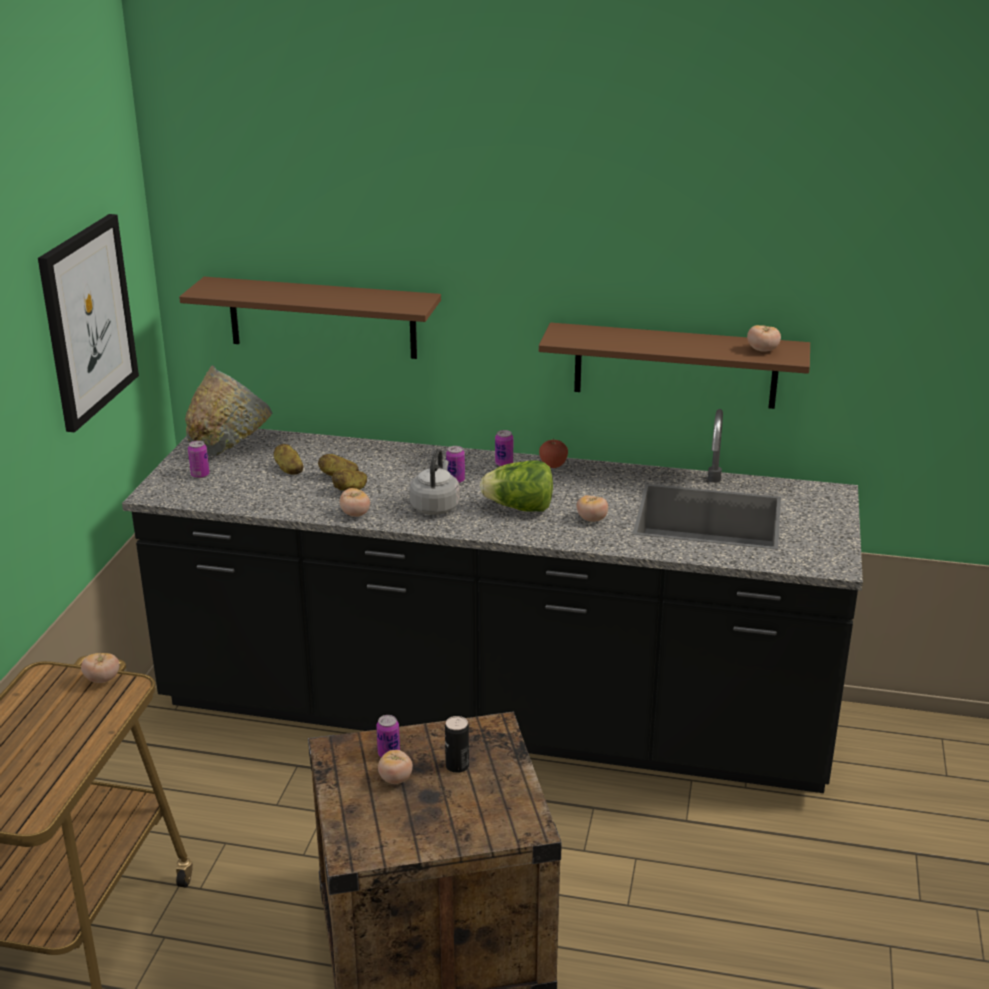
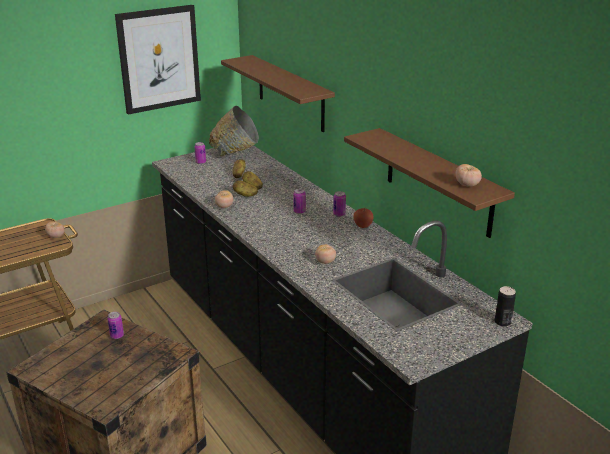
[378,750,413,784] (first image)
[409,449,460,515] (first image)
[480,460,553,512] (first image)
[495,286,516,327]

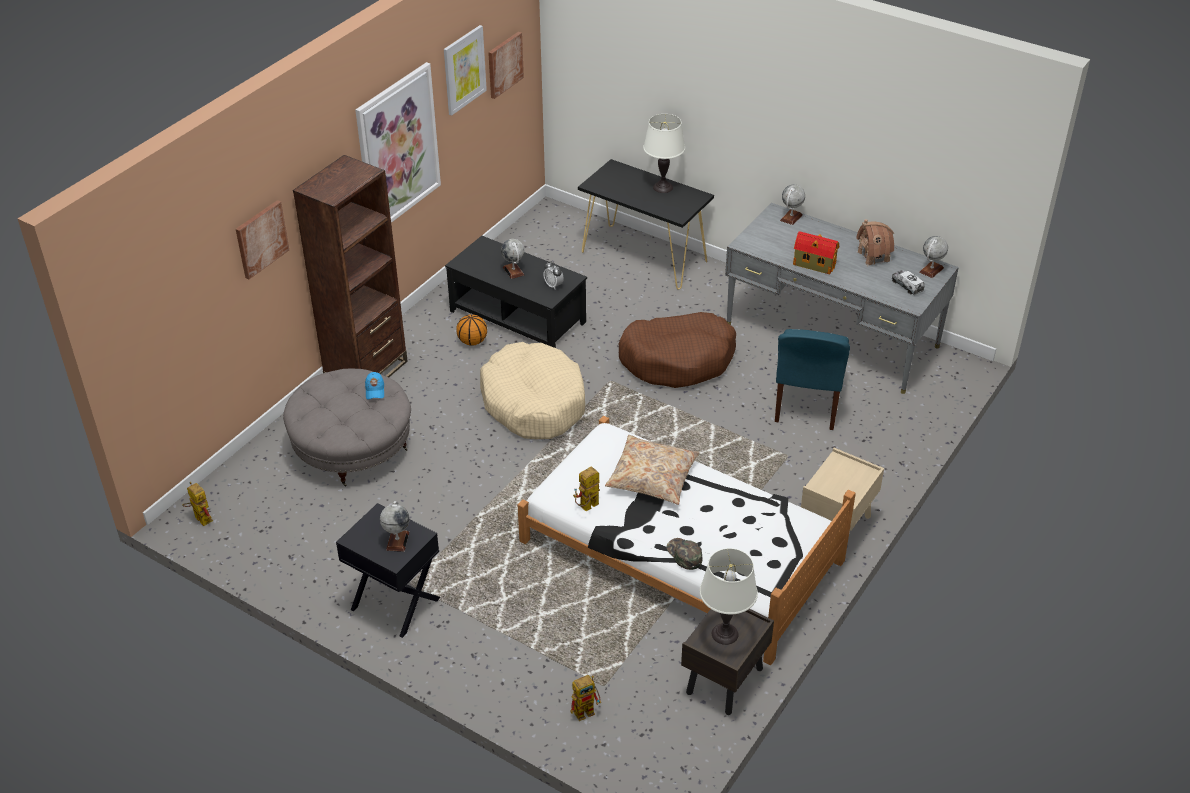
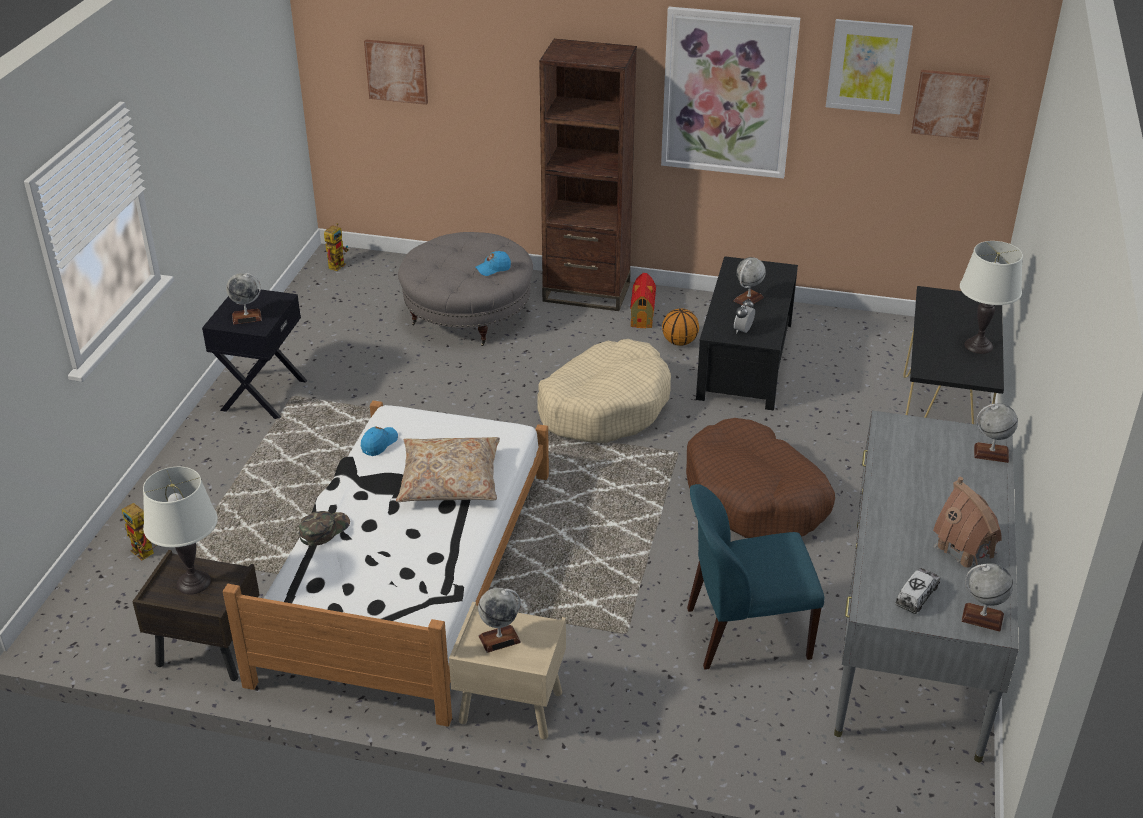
[478,588,521,653]
[364,39,428,105]
[630,273,656,328]
[361,427,398,456]

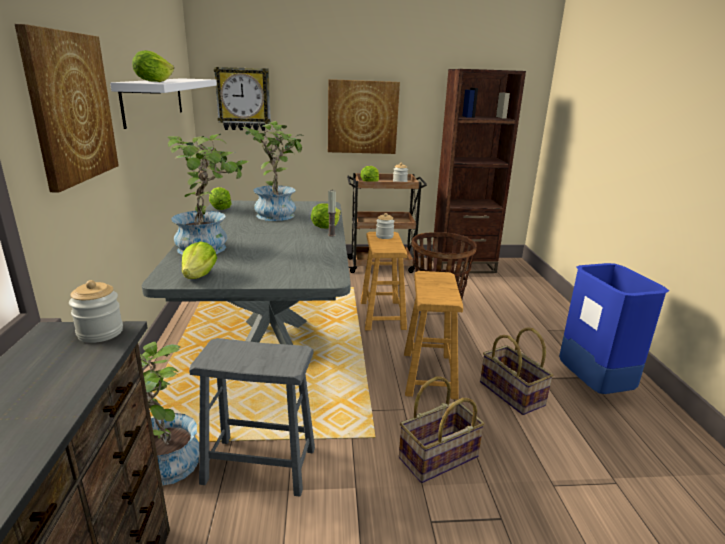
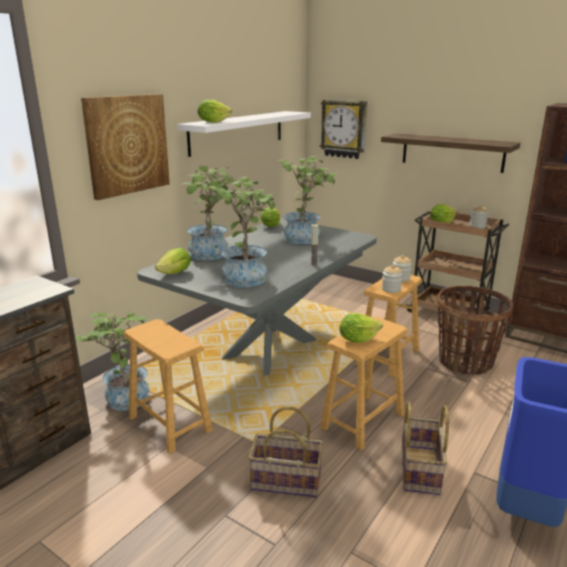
[208,176,275,287]
[382,265,403,293]
[340,313,383,343]
[381,133,520,173]
[123,319,213,454]

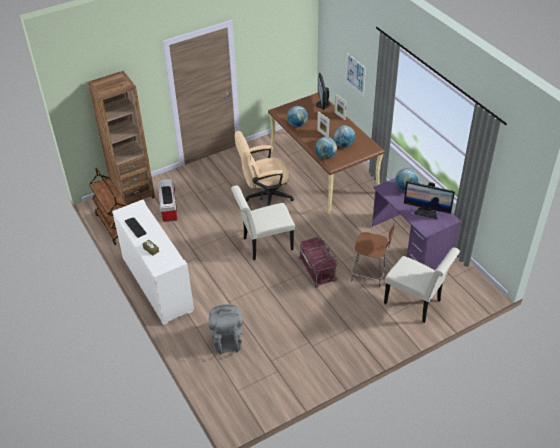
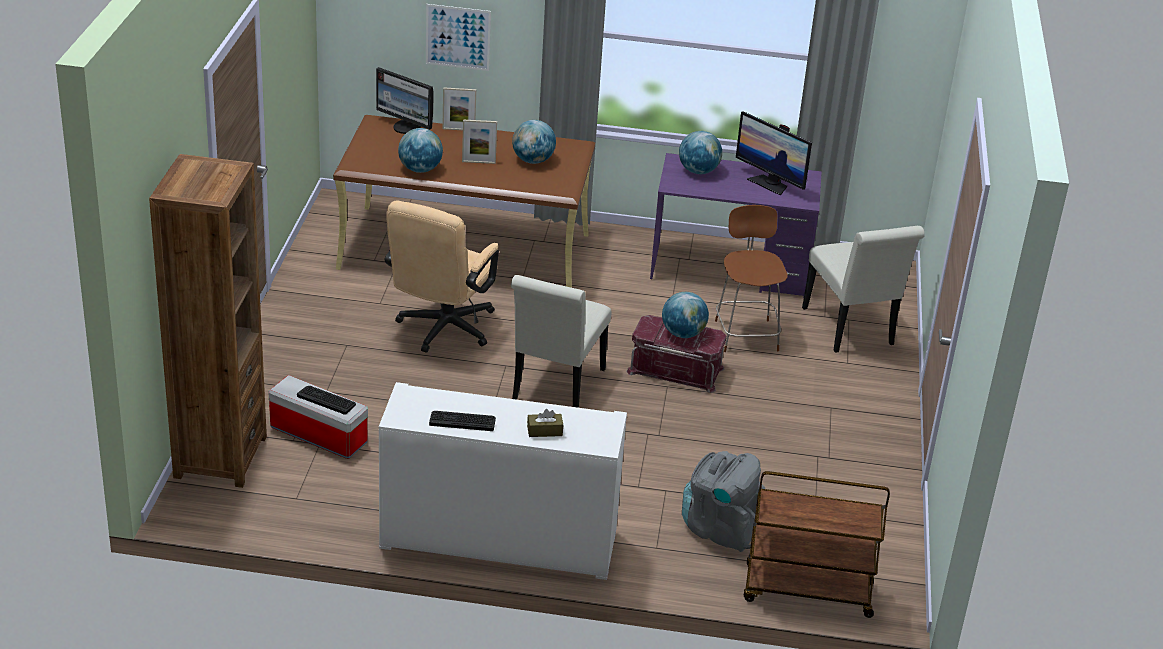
[744,471,890,618]
[662,292,709,338]
[715,205,788,352]
[802,226,925,353]
[736,111,812,196]

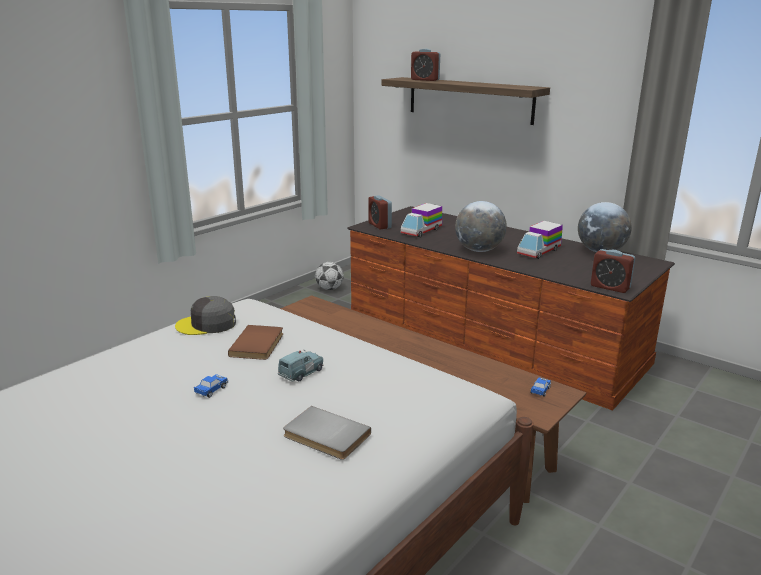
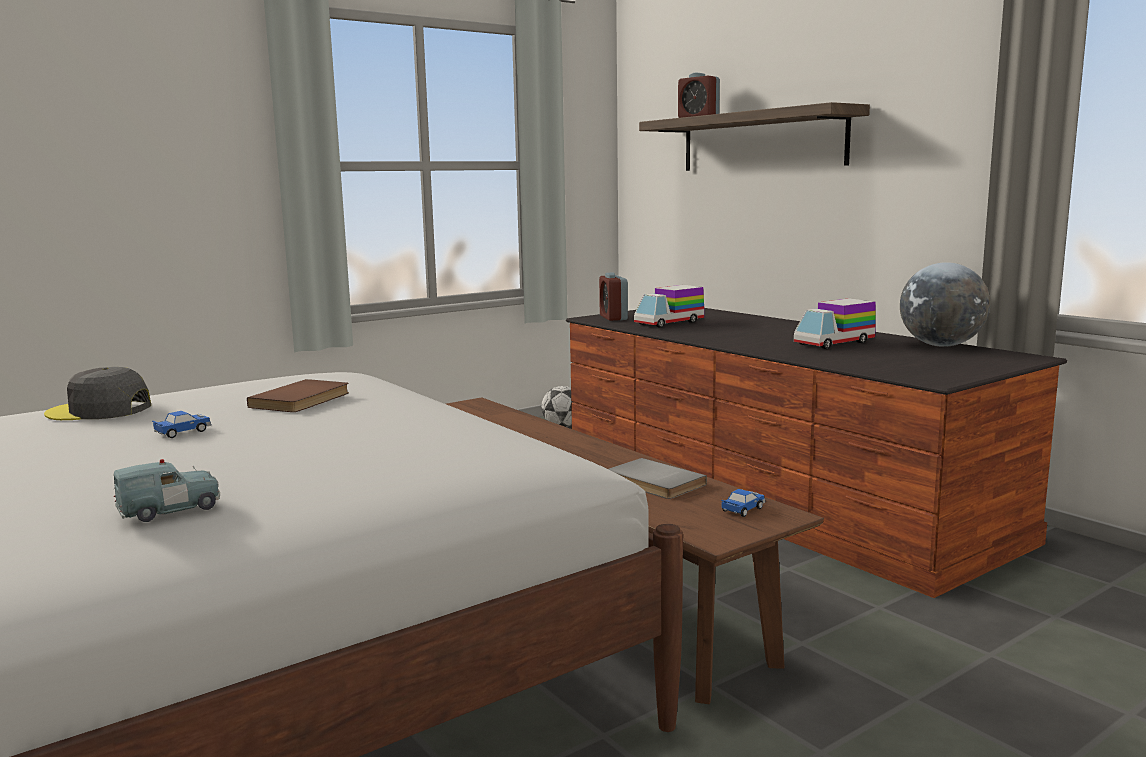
[455,201,507,252] (first image)
[591,249,635,293] (first image)
[44,367,152,420]
[114,459,220,522]
[608,458,707,499]

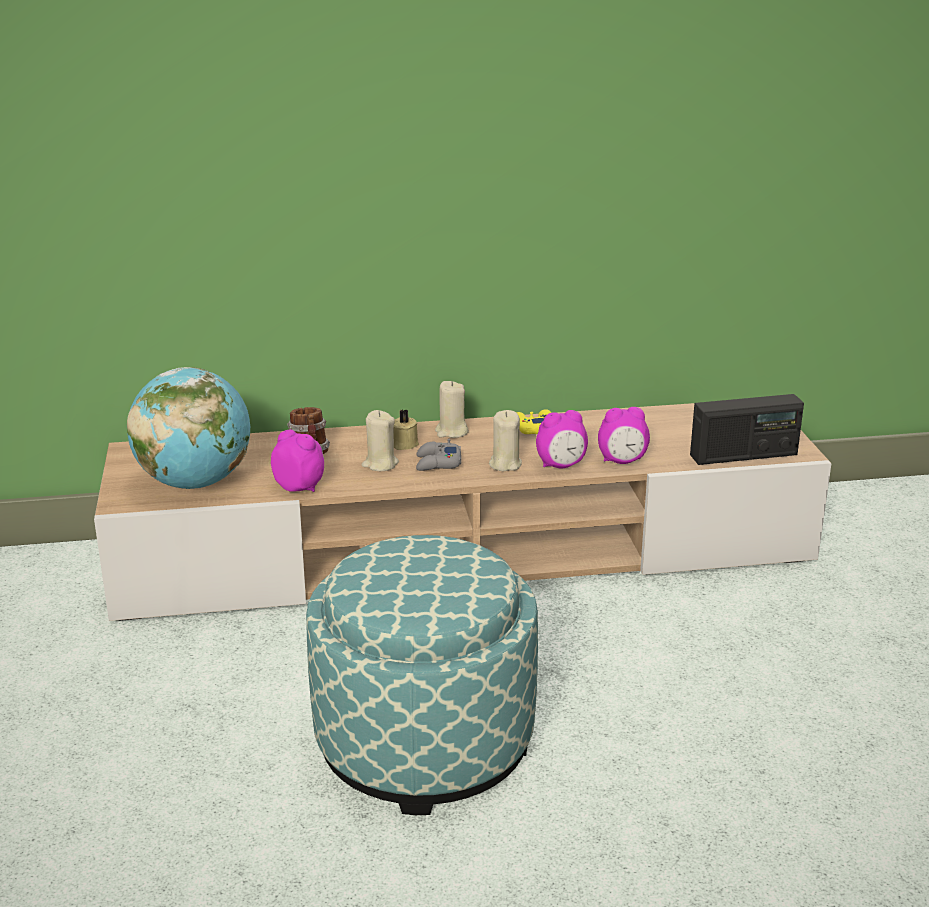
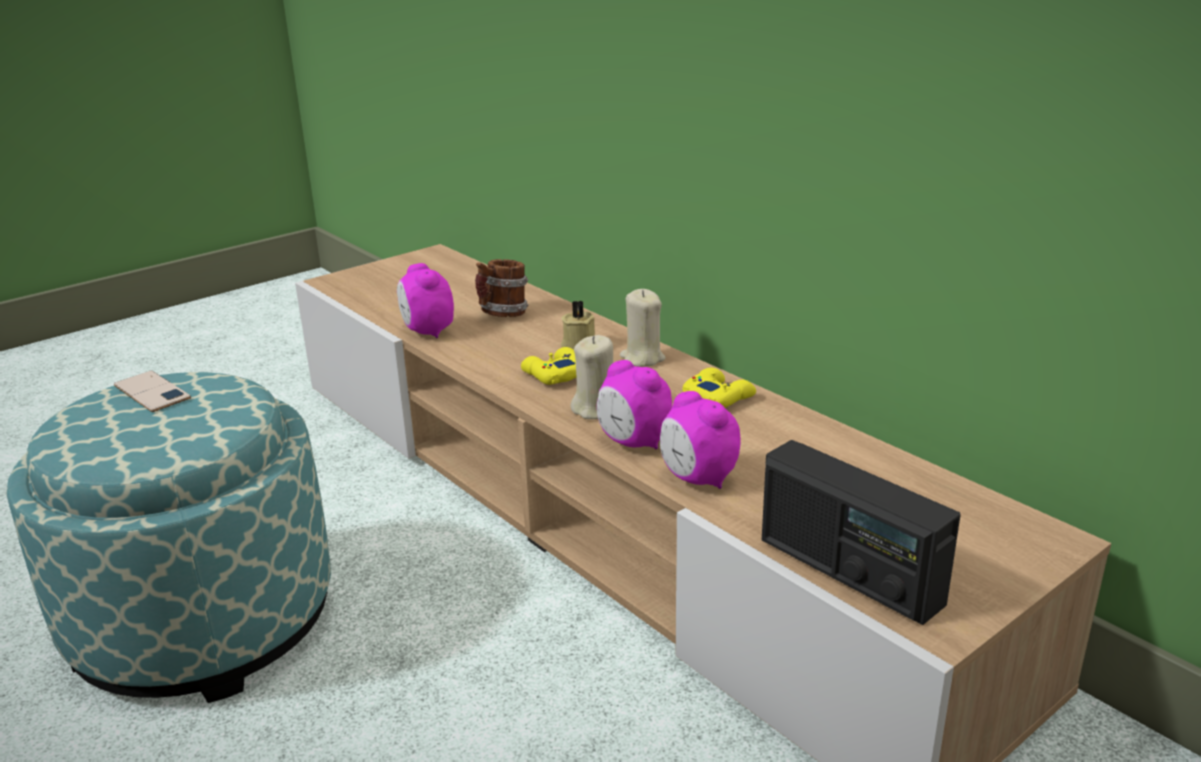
[127,367,250,489] (first image)
[362,410,399,471] (first image)
[114,370,191,412]
[521,347,577,385]
[397,263,454,338]

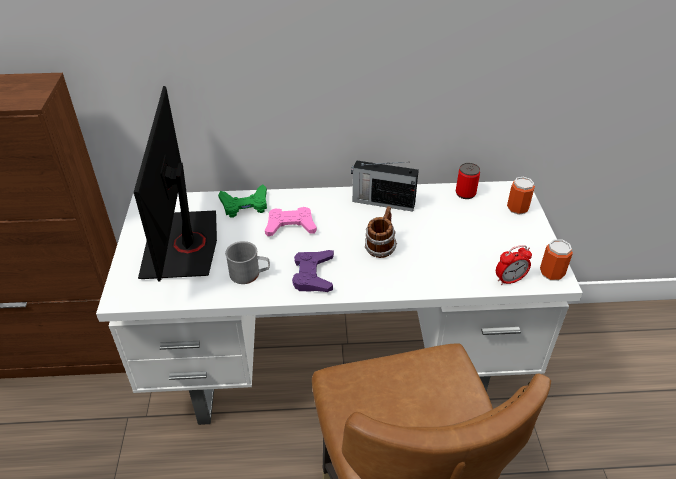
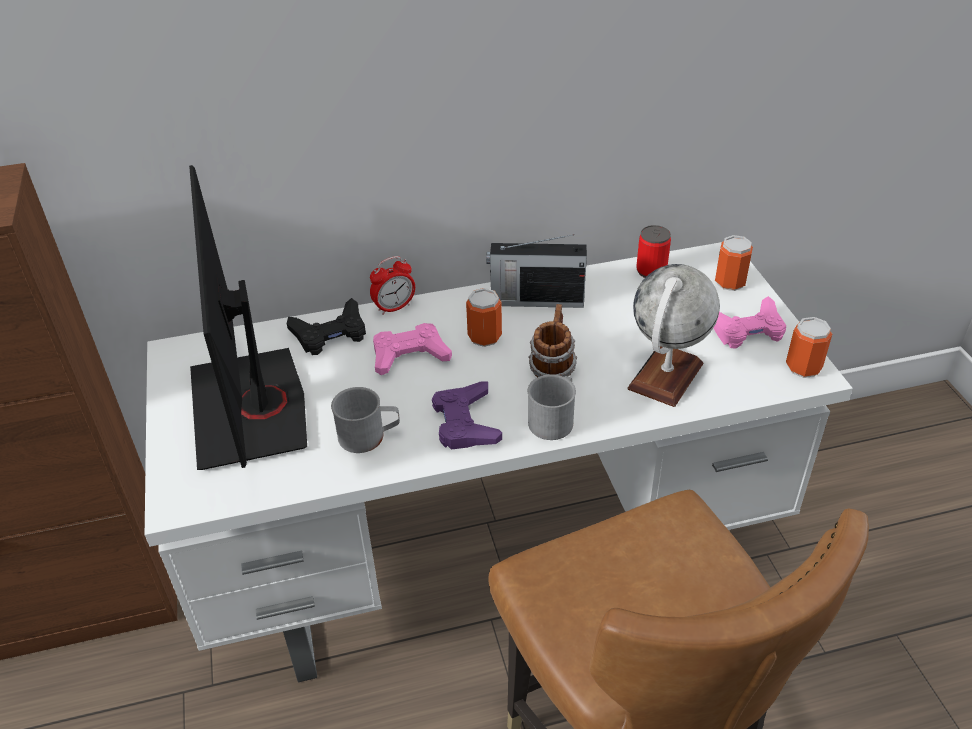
[466,288,502,347]
[527,374,576,440]
[627,264,720,407]
[713,296,786,349]
[370,256,415,315]
[287,298,366,355]

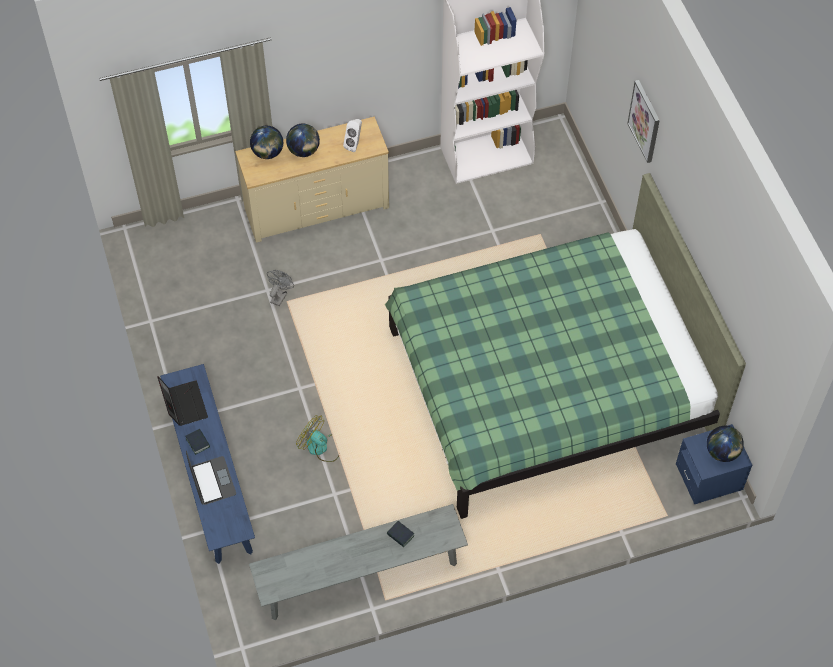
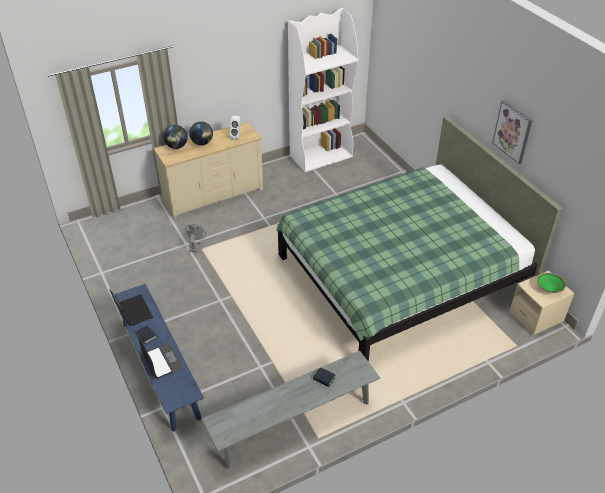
[296,415,341,462] (first image)
[492,100,532,164]
[537,273,566,293]
[510,270,575,335]

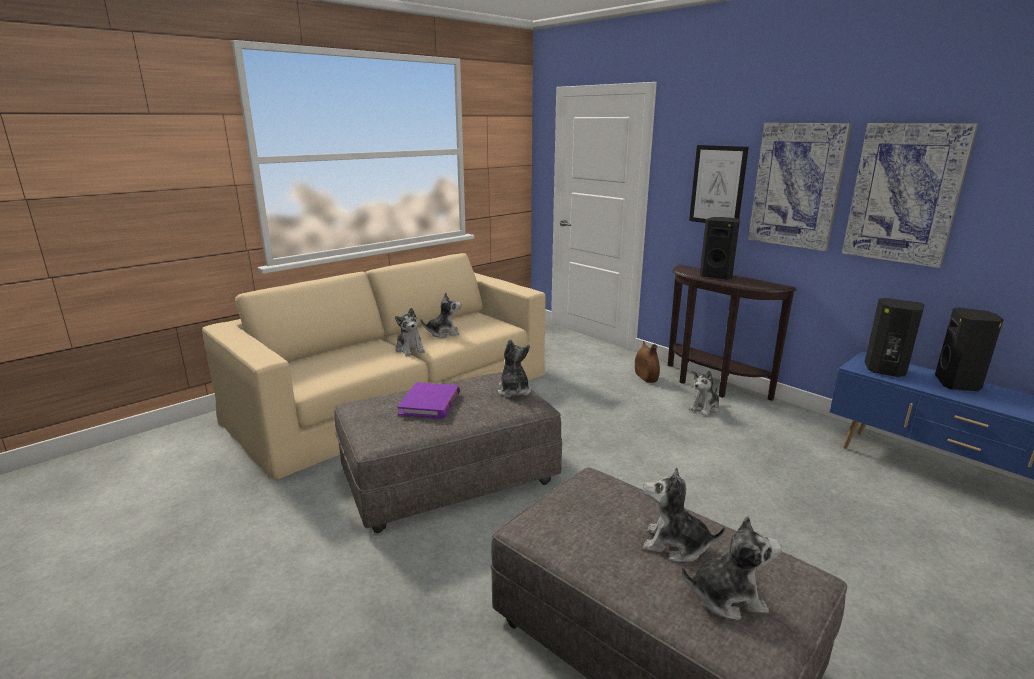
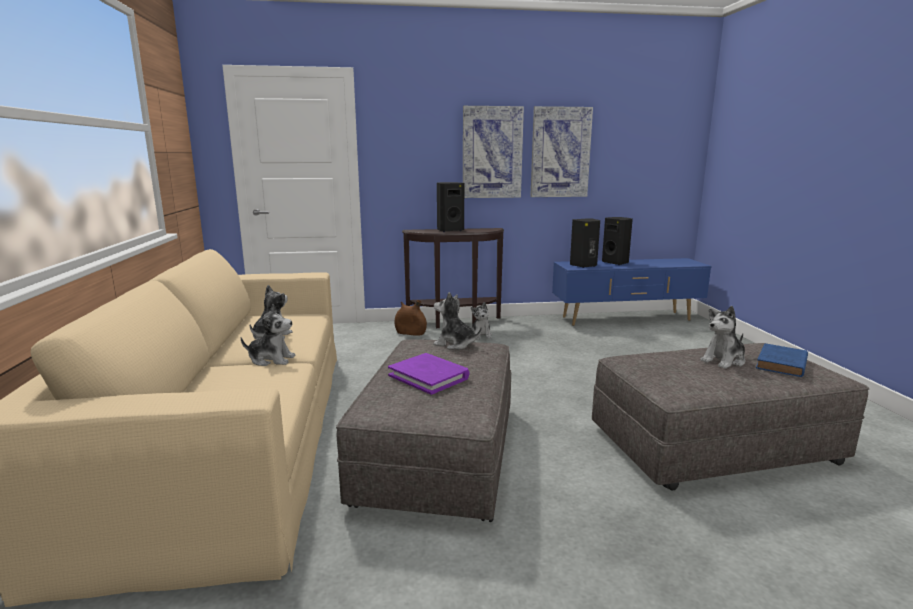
[689,145,749,223] (first image)
[756,343,808,377]

